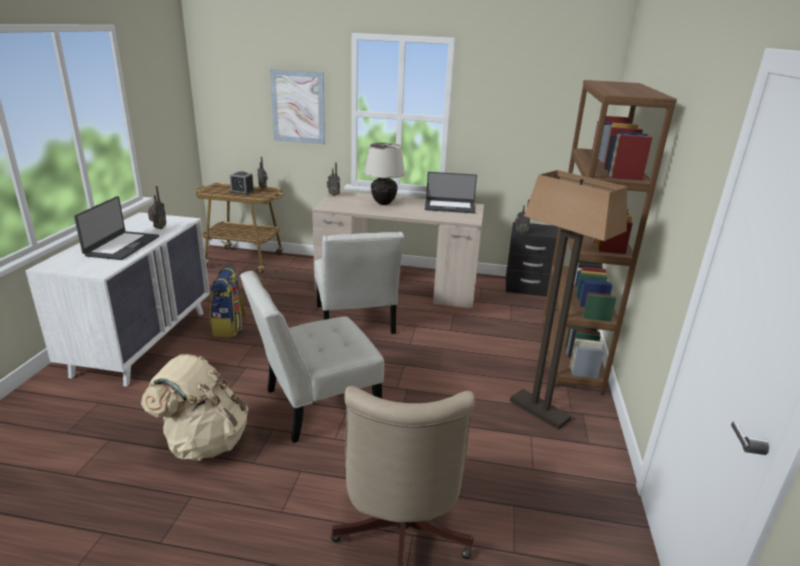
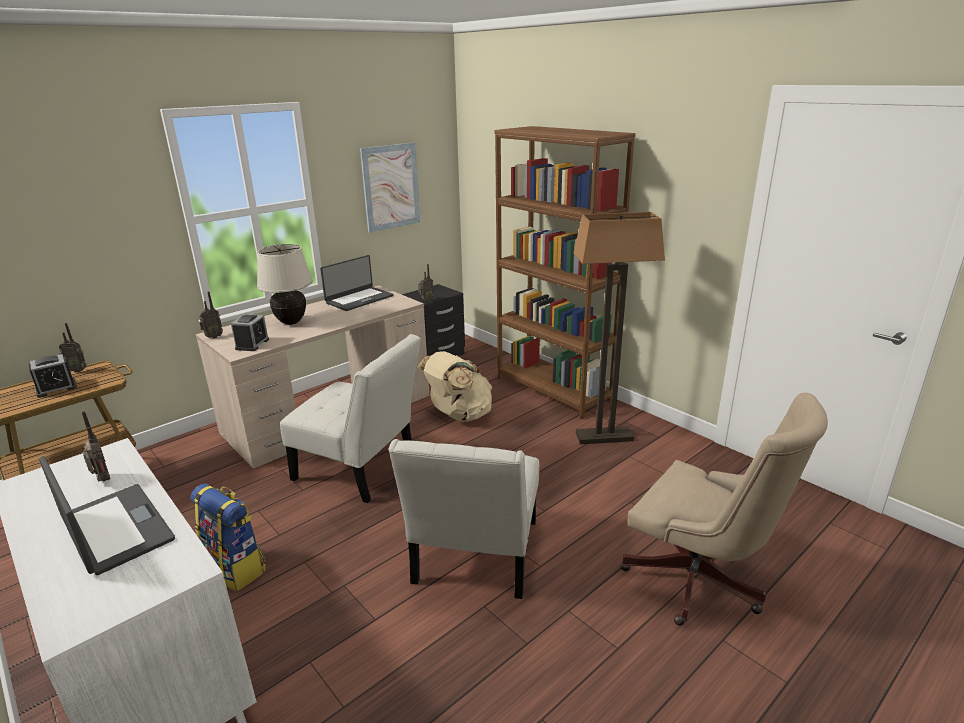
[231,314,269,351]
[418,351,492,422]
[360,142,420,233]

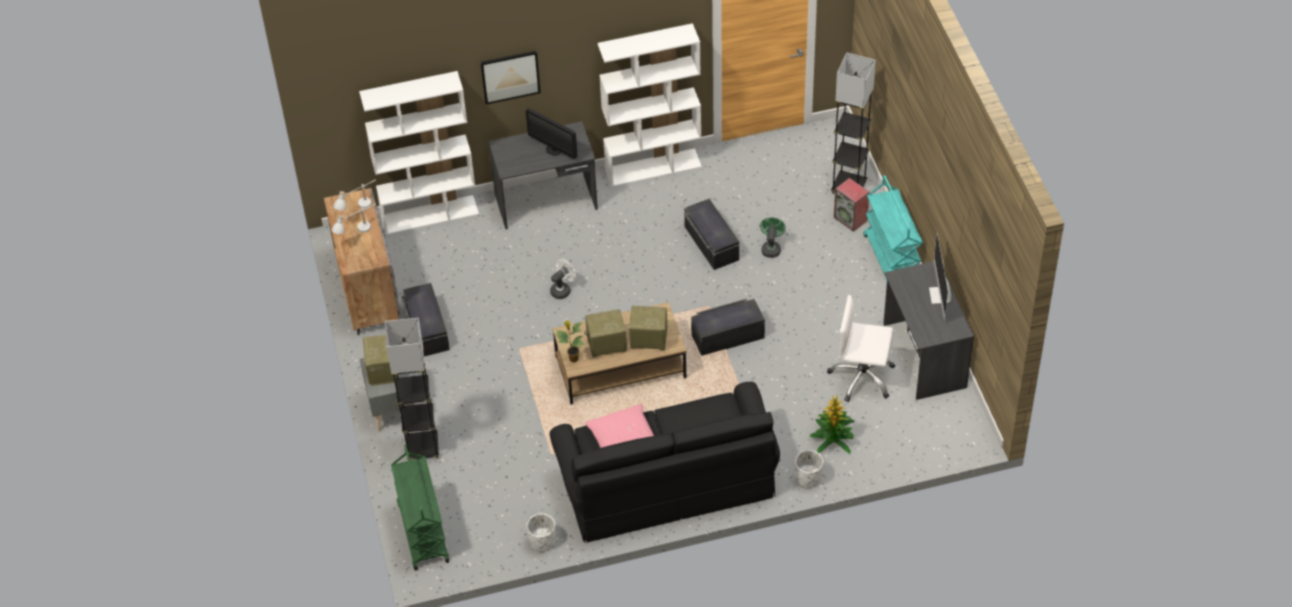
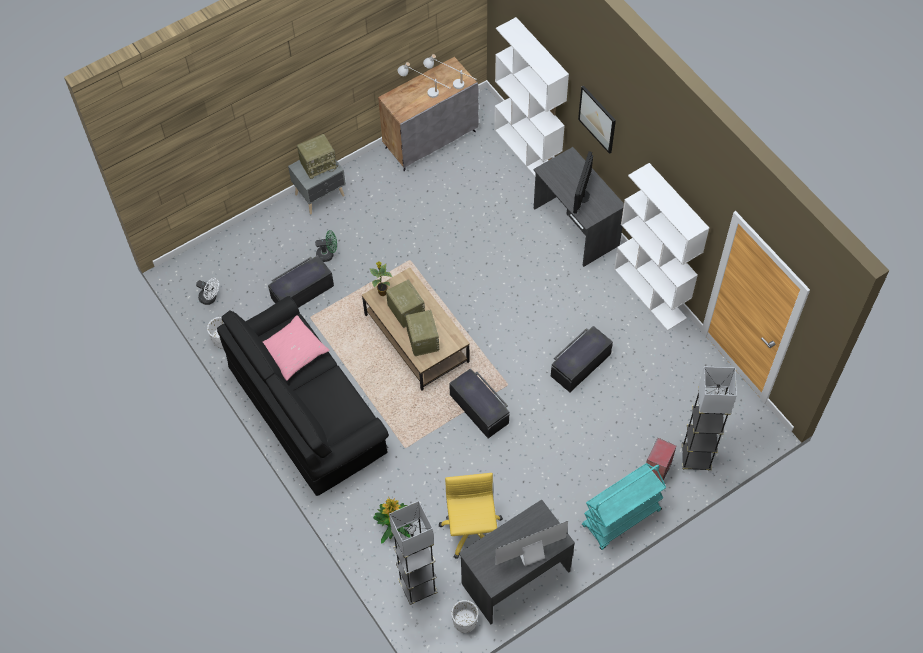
[391,445,449,571] (first image)
[389,501,438,605]
[268,255,334,308]
[196,278,219,305]
[315,230,337,262]
[451,600,478,633]
[439,473,503,559]

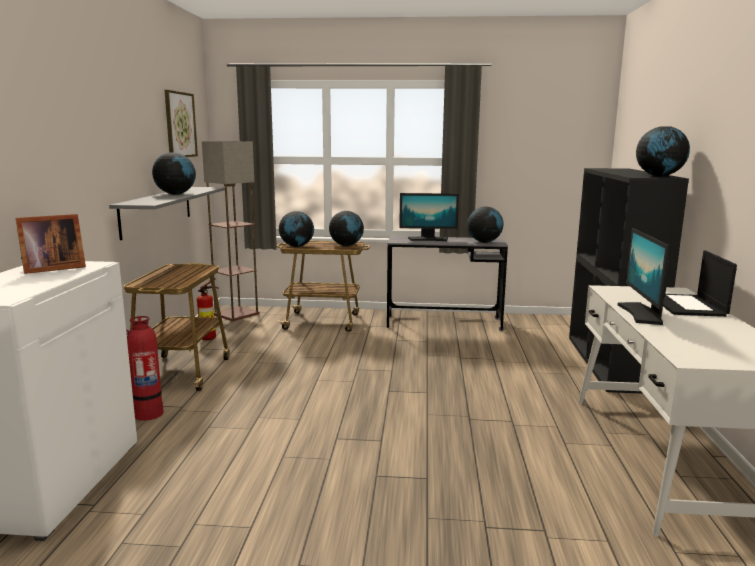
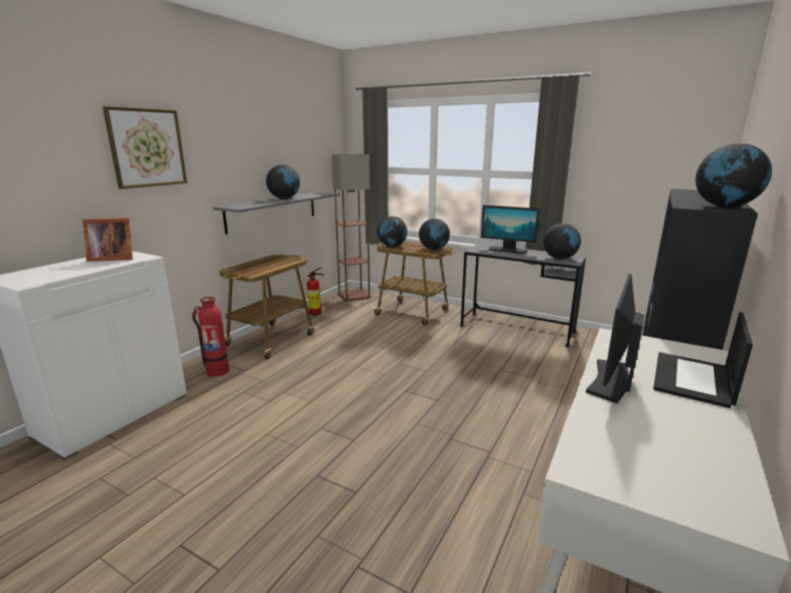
[103,106,187,189]

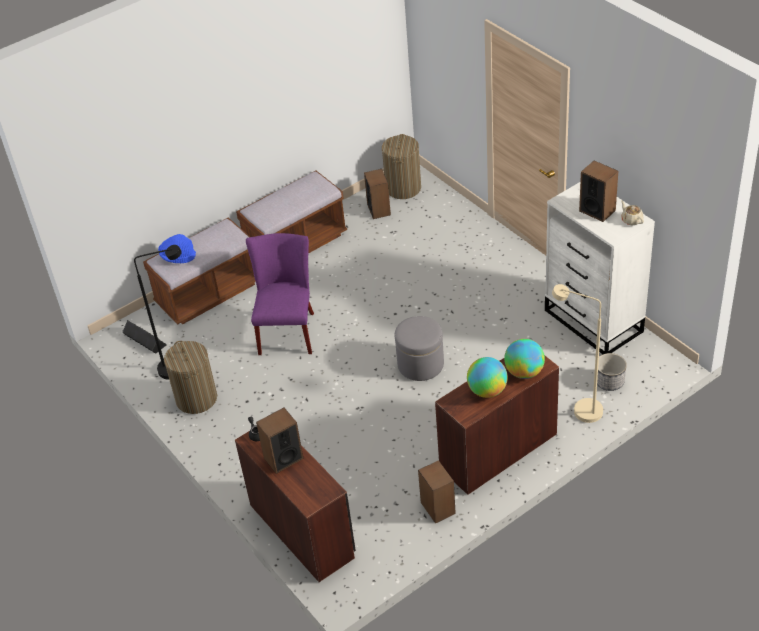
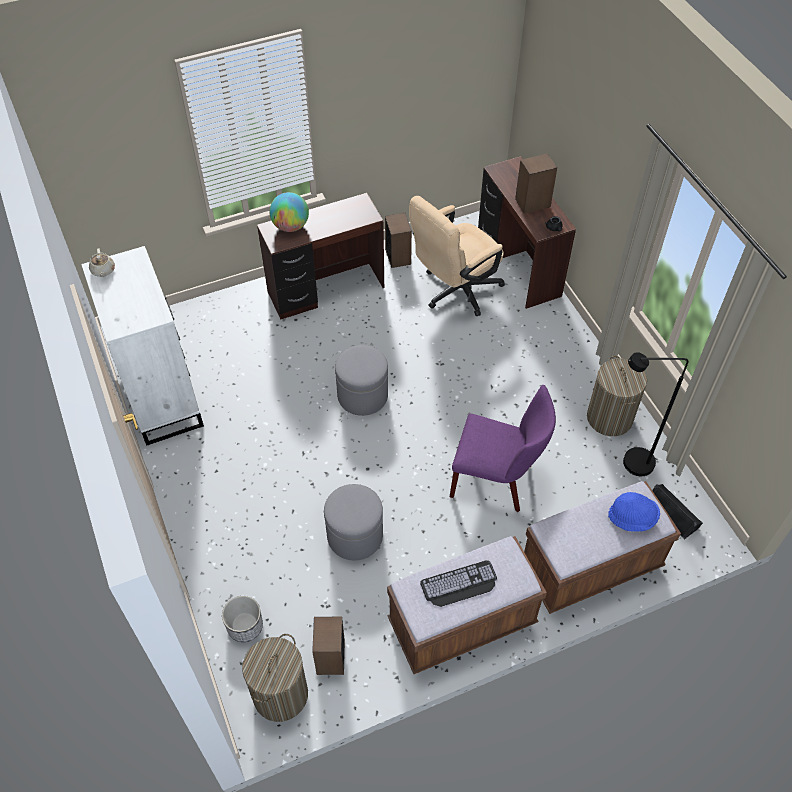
[467,357,508,398] (first image)
[552,284,603,423] (first image)
[579,161,618,222] (first image)
[324,484,383,560]
[409,196,505,316]
[420,560,497,607]
[222,596,263,642]
[450,385,556,512]

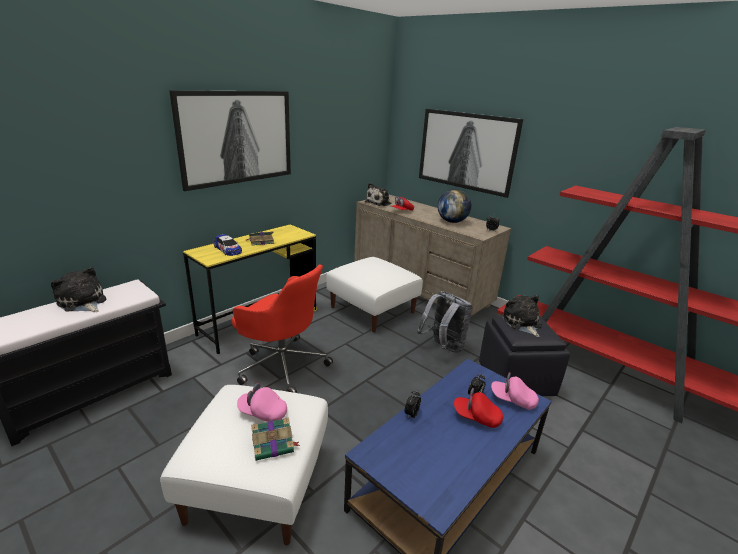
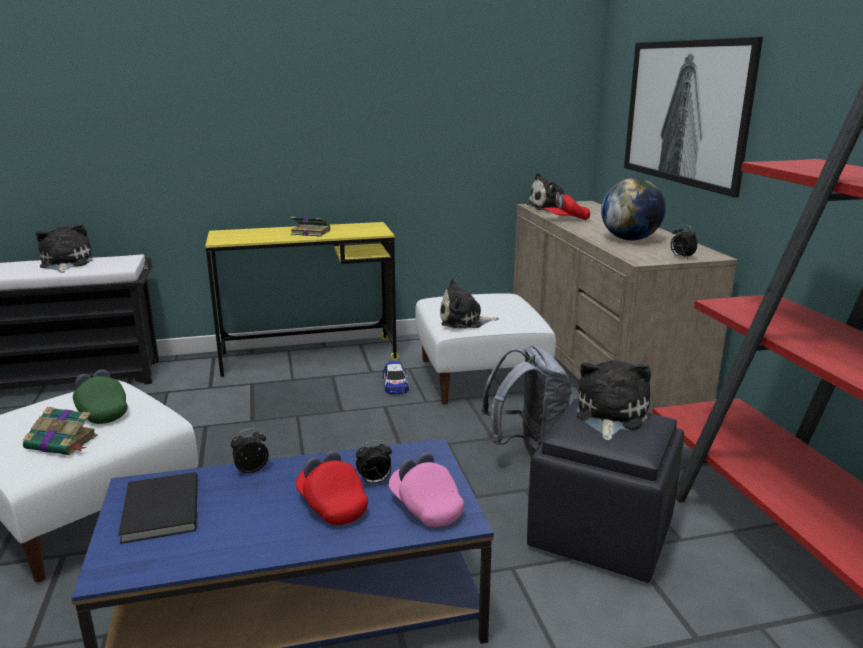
[169,90,291,191] (first image)
[232,265,333,393] (first image)
[118,472,198,544]
[440,279,499,329]
[382,361,409,394]
[73,369,128,424]

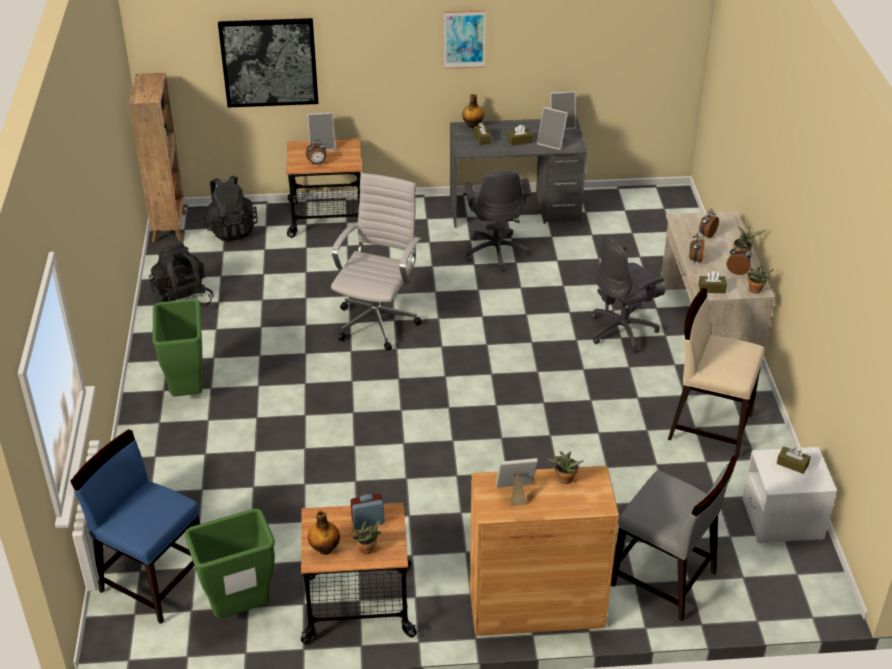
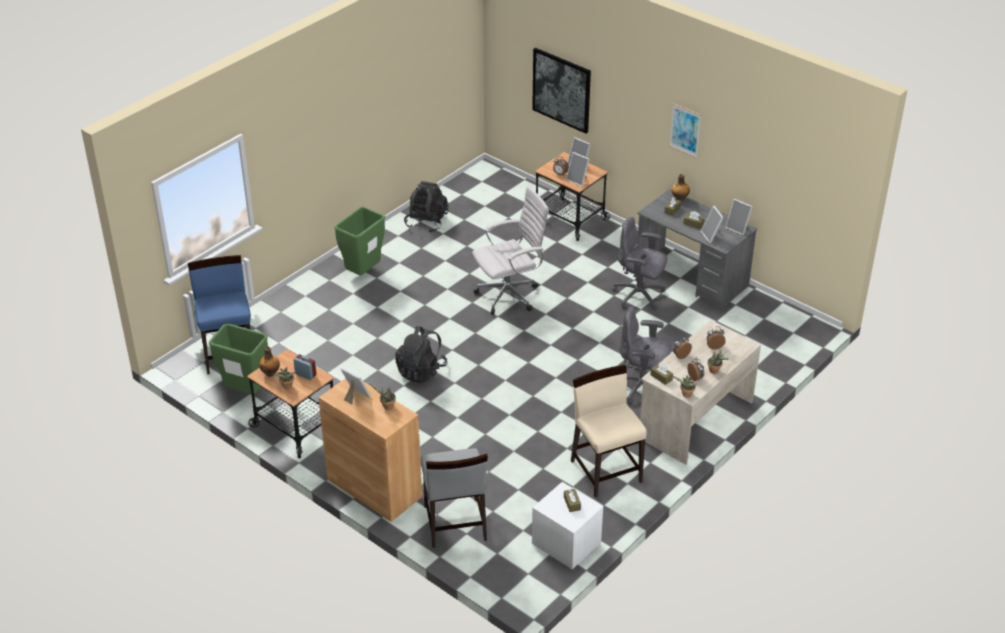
[129,73,187,242] (first image)
[566,152,589,187]
[395,326,448,383]
[612,217,667,310]

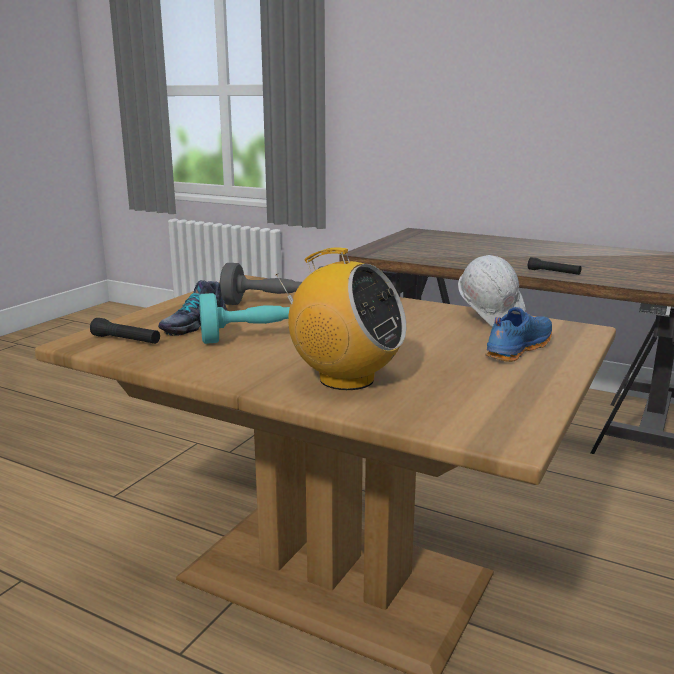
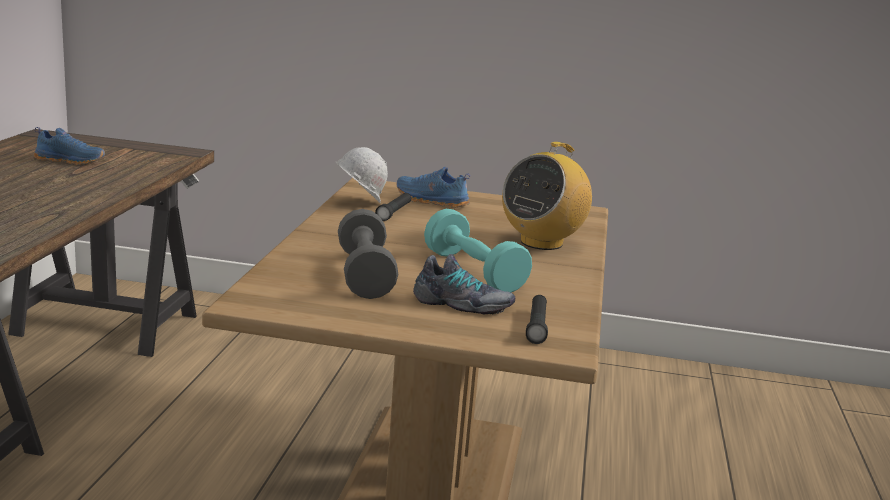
[34,127,105,165]
[375,193,412,221]
[502,142,592,250]

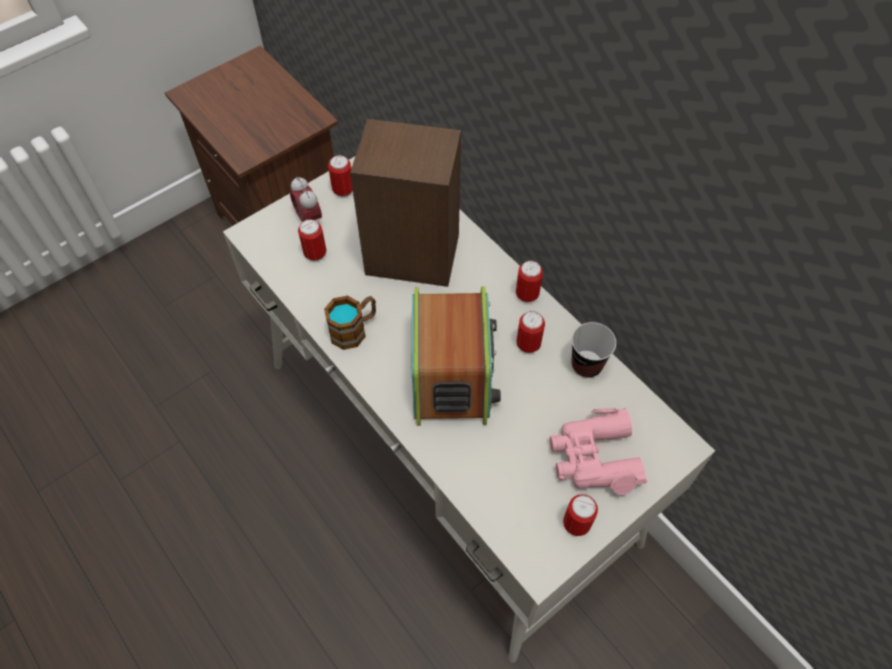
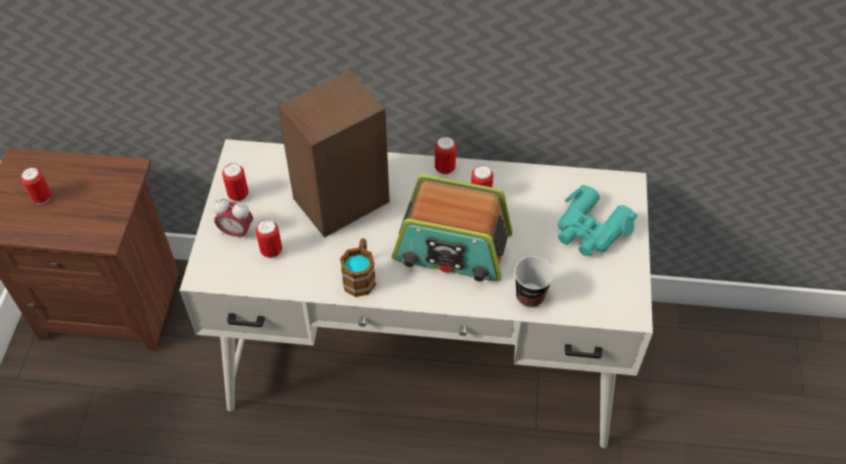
[21,167,51,204]
[514,256,554,308]
[558,184,638,256]
[392,174,513,282]

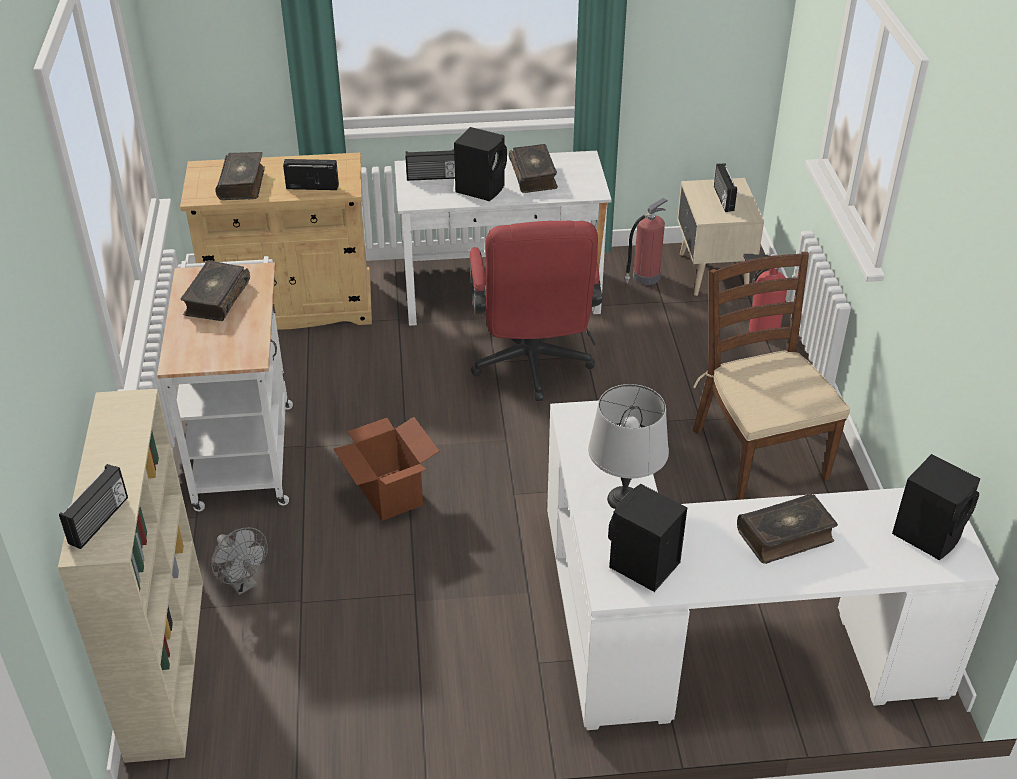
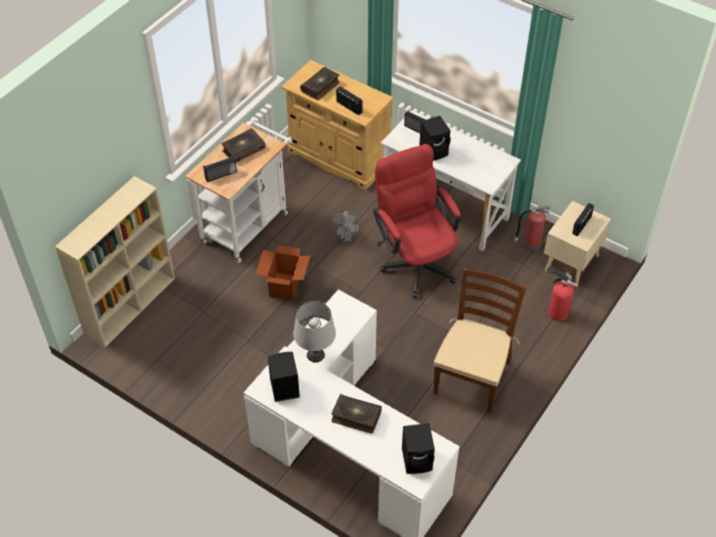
[509,144,558,193] (first image)
[203,156,237,182]
[330,211,361,242]
[373,144,461,299]

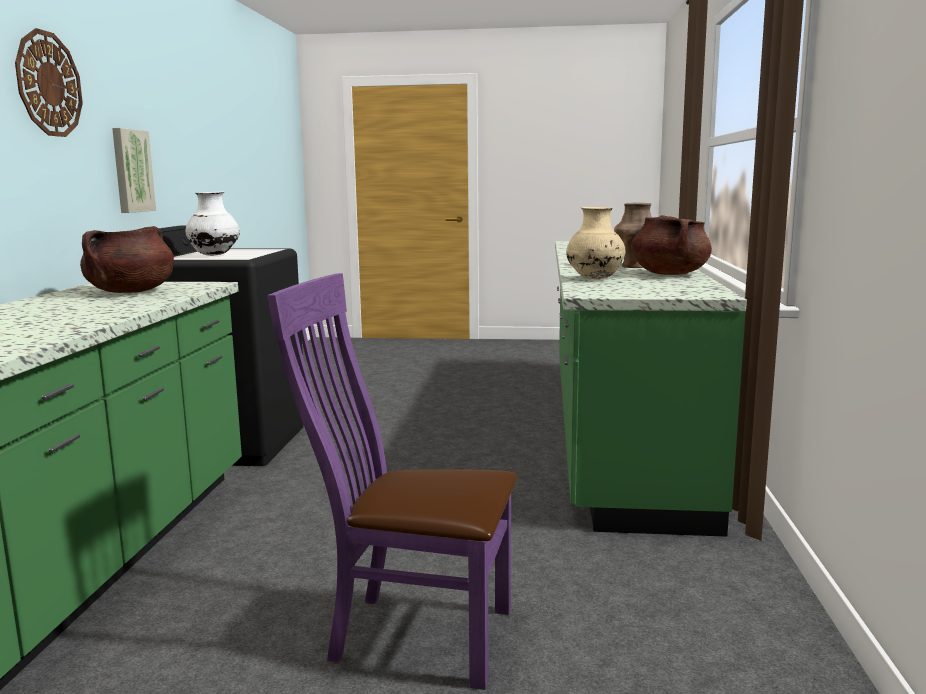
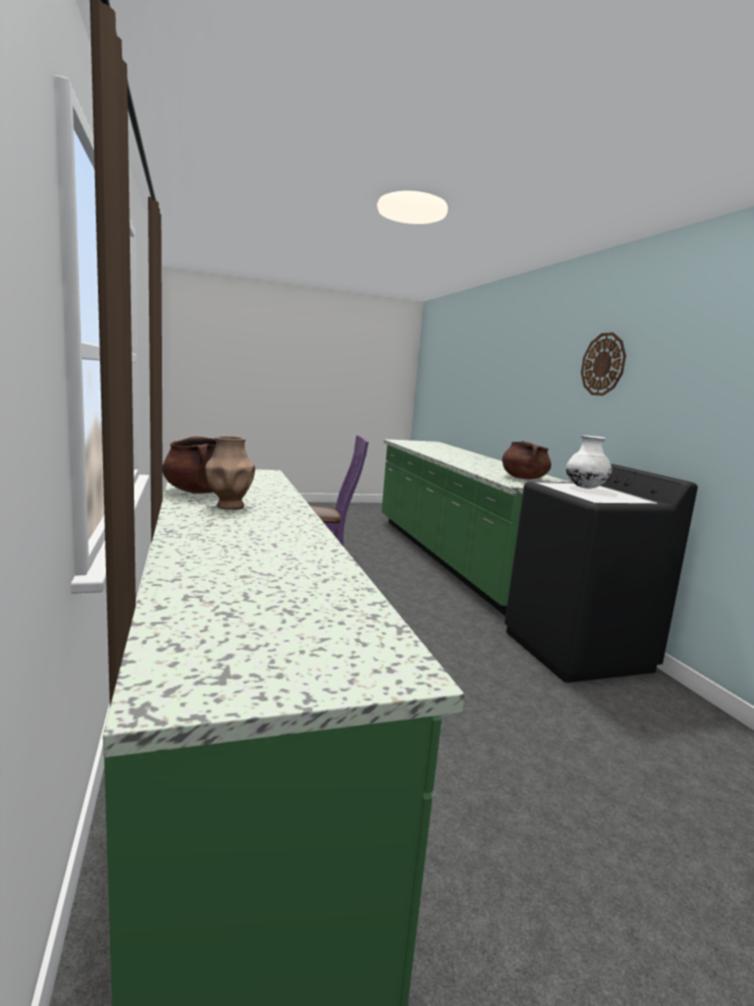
[112,128,156,213] (first image)
[566,207,625,279] (first image)

